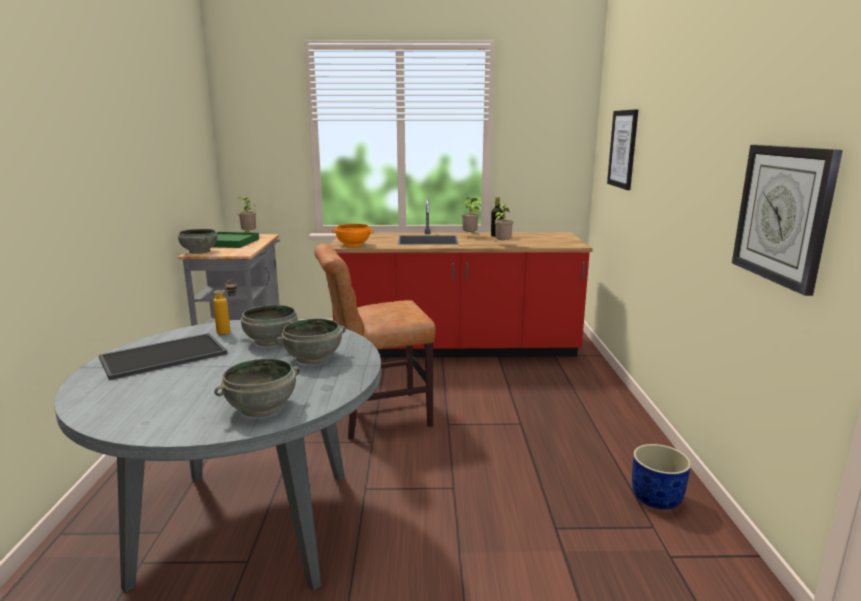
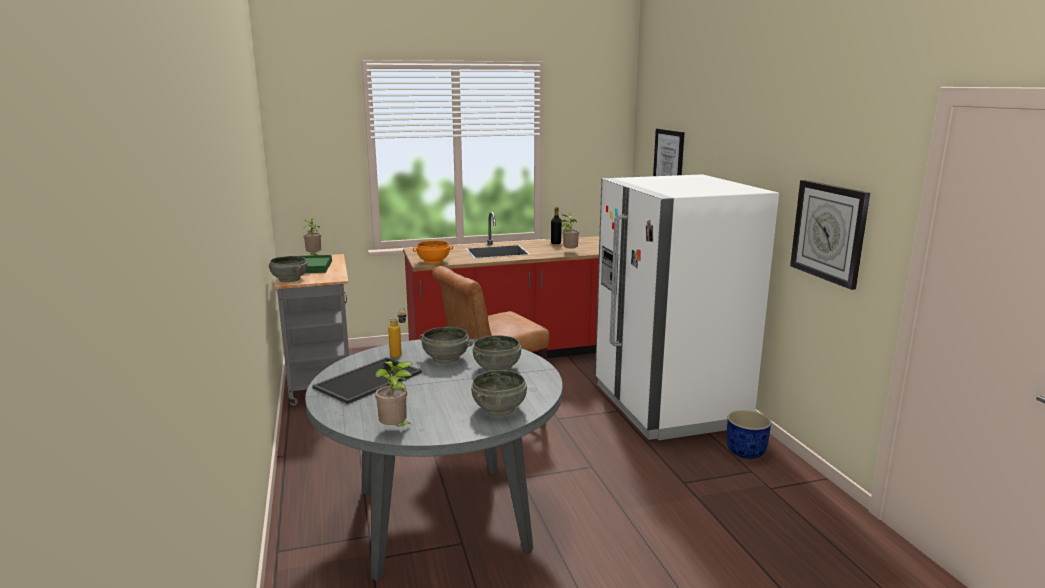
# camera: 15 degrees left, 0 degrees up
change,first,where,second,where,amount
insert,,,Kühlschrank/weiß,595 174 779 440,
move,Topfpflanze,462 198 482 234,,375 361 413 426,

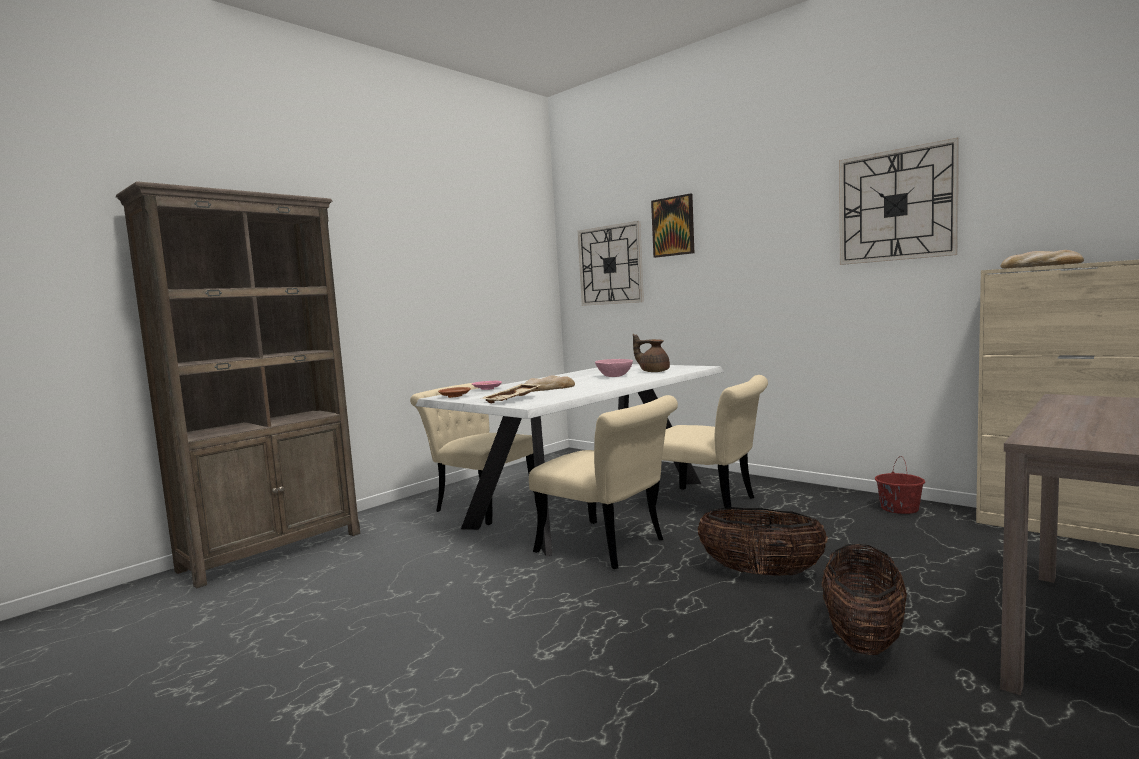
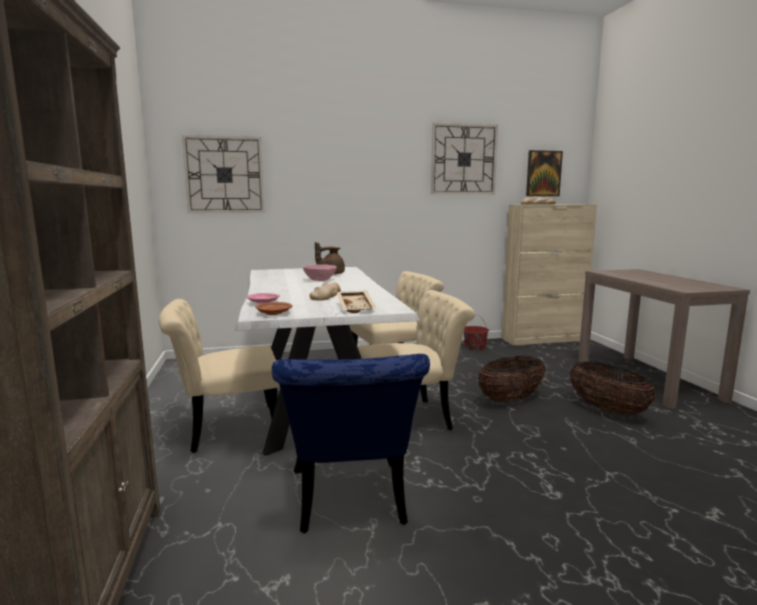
# camera: 55 degrees left, 5 degrees up
change,first,where,second,where,amount
insert,,,Stuhl/blau,272 354 430 534,
move,Bild,651 193 694 258,,526 150 563 196,

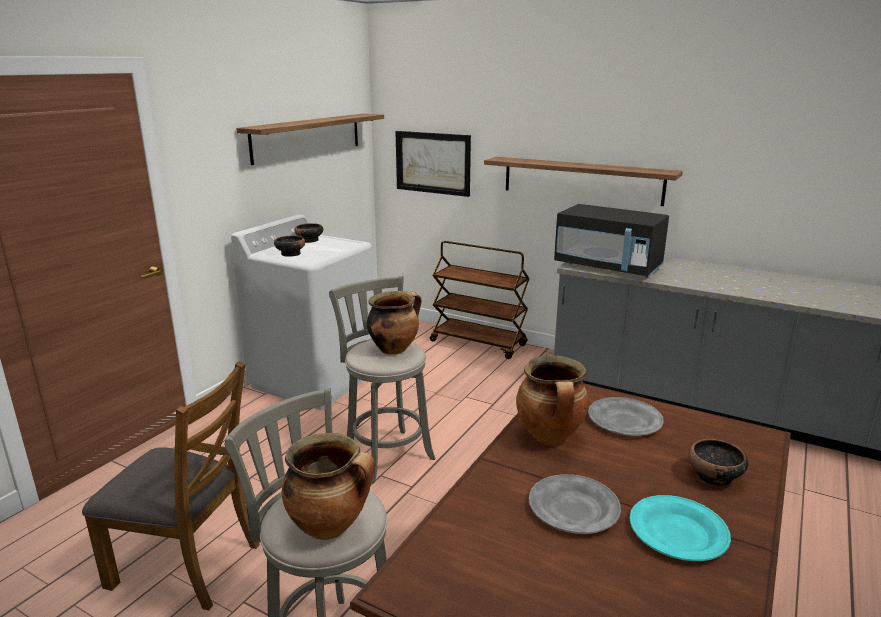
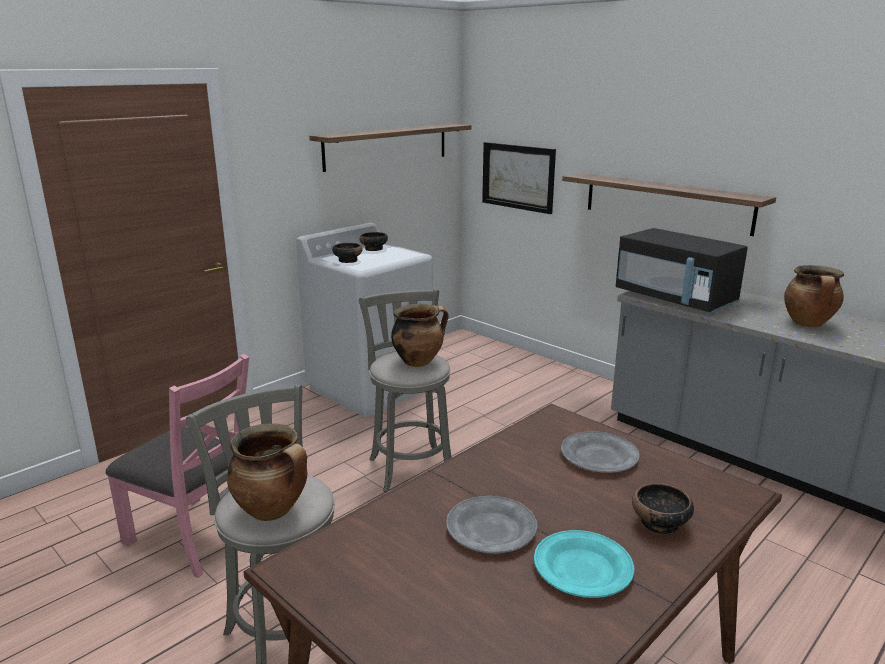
# camera: 15 degrees right, 0 degrees up
change,first,where,second,where,amount
delete,Rollwagen/braun,430 241 530 359,,,
move,Kochtopf,516 355 589 444,,784 265 844 327,
recolor,Stuhl/braun,82 361 260 611,Stuhl/rosa,106 354 249 578,

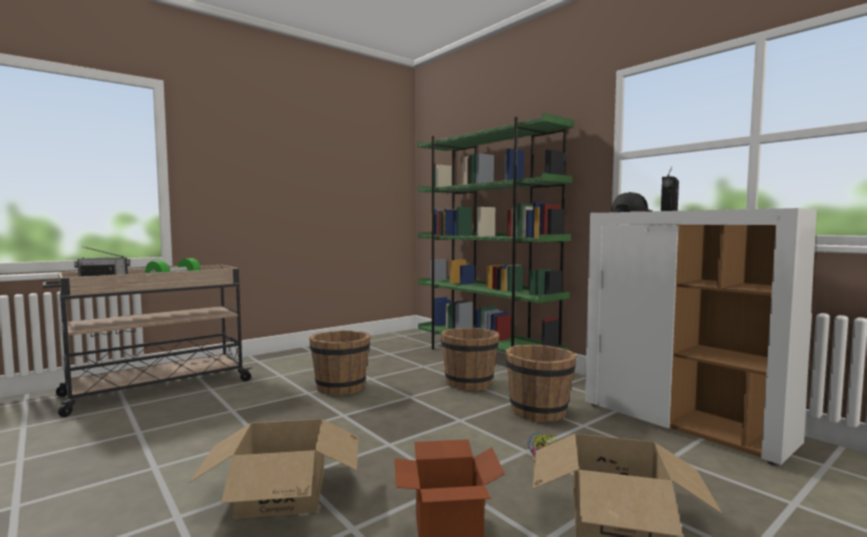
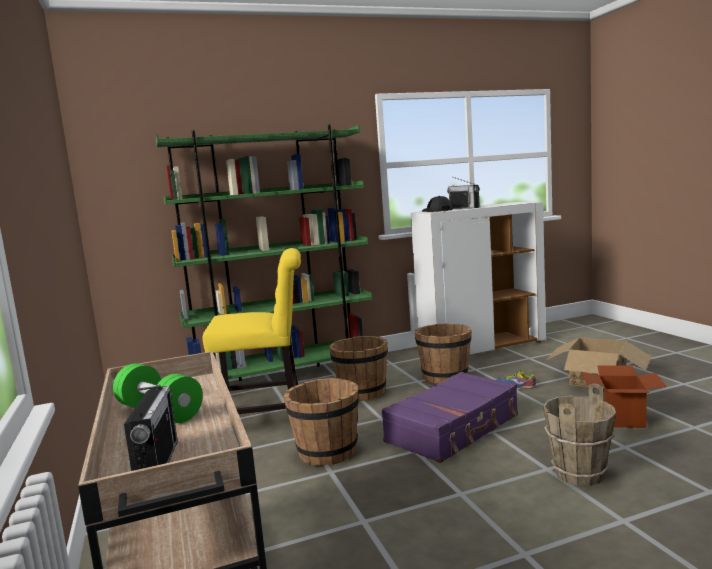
# camera: 70 degrees left, 5 degrees up
change,first,where,second,where,amount
insert,,,Stuhl/gelb,203 248 301 414,
insert,,,Koffer/lila,381 372 518 463,
replace,Karton,189 419 358 519,Eimer/braun,543 383 616 486,

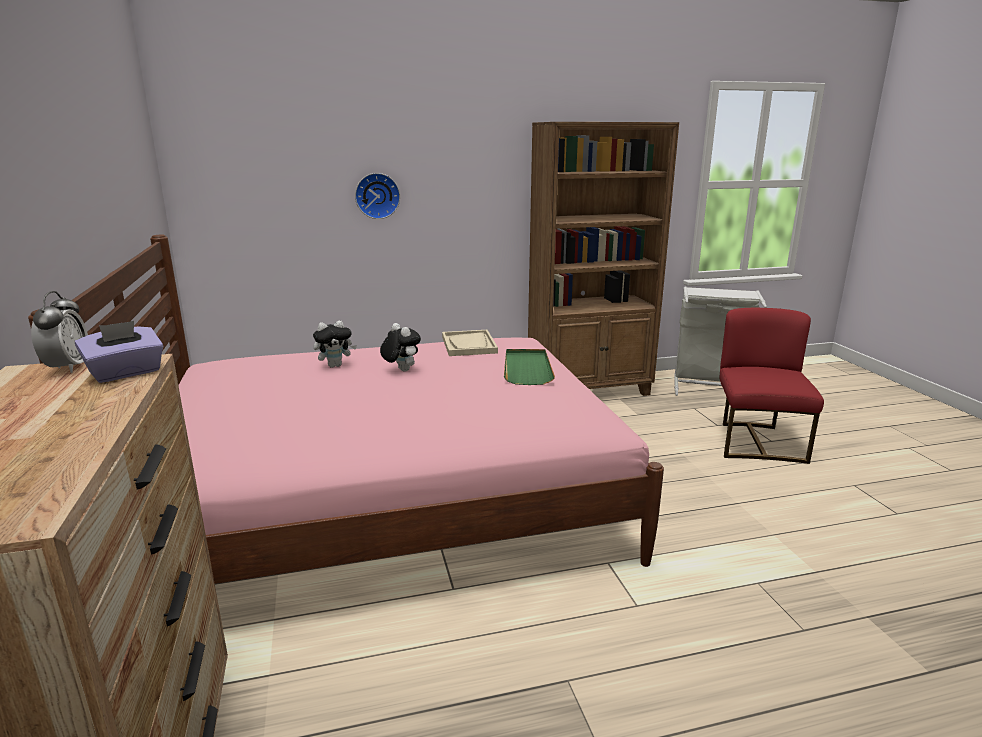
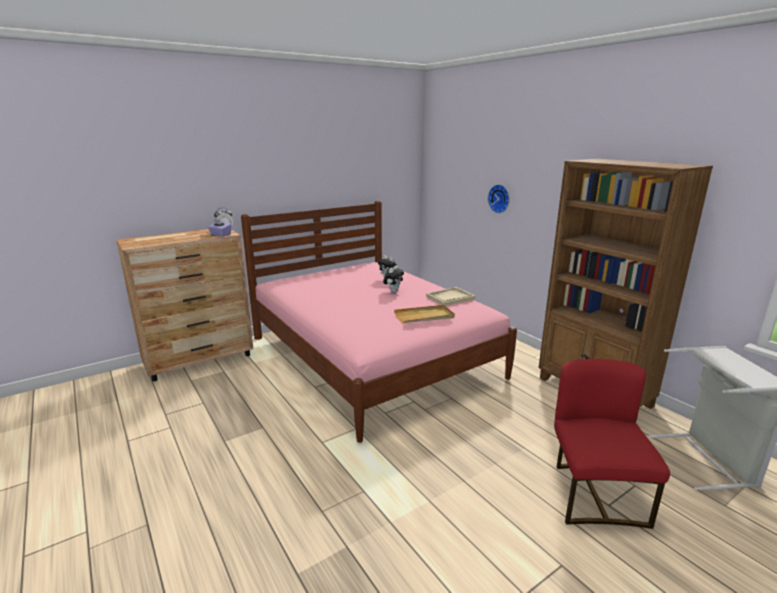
# camera: 70 degrees right, 0 degrees up
change,first,where,second,where,amount
recolor,Tablett/grün,504 349 555 385,Tablett/beige,394 305 455 323,
rotate,Stuhl/rot,720 308 824 464,,554 359 670 529,75 degrees counterclockwise

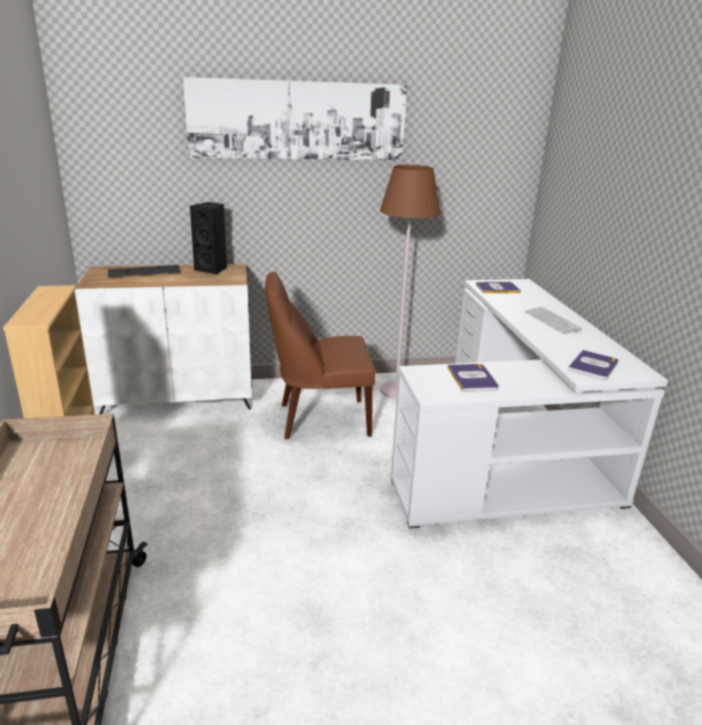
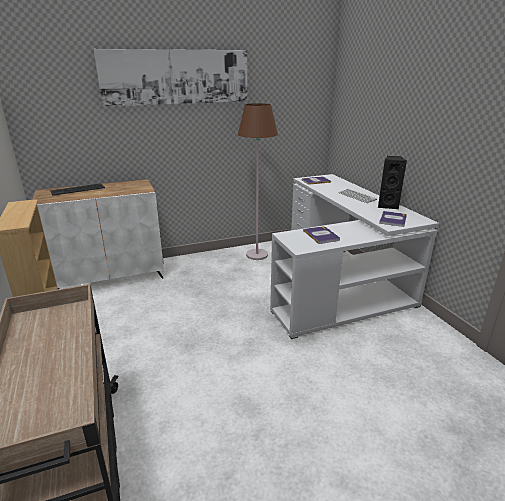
# camera: 10 degrees left, 0 degrees up
change,first,where,second,where,amount
delete,Stuhl/braun,265 272 375 439,,,
move,Lautsprecher/schwarz,189 202 227 274,,378 156 407 209,

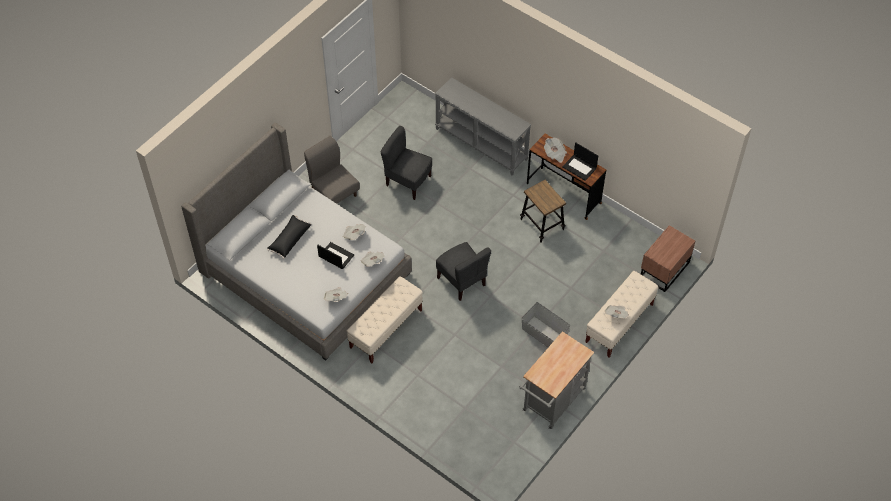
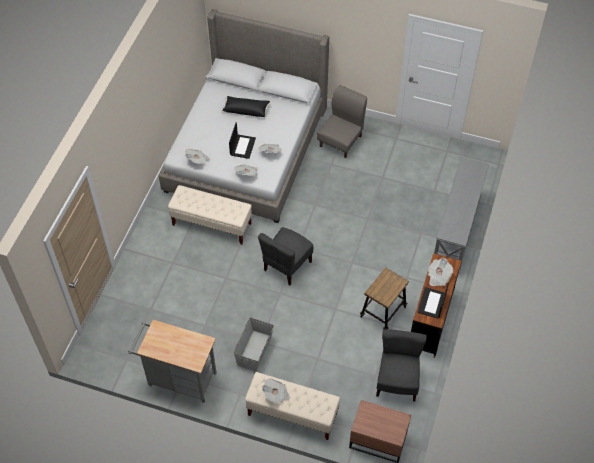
# camera: 70 degrees right, 0 degrees up
change,first,where,second,where,amount
move,Stuhl/grau,380 126 432 200,,376 329 427 402,

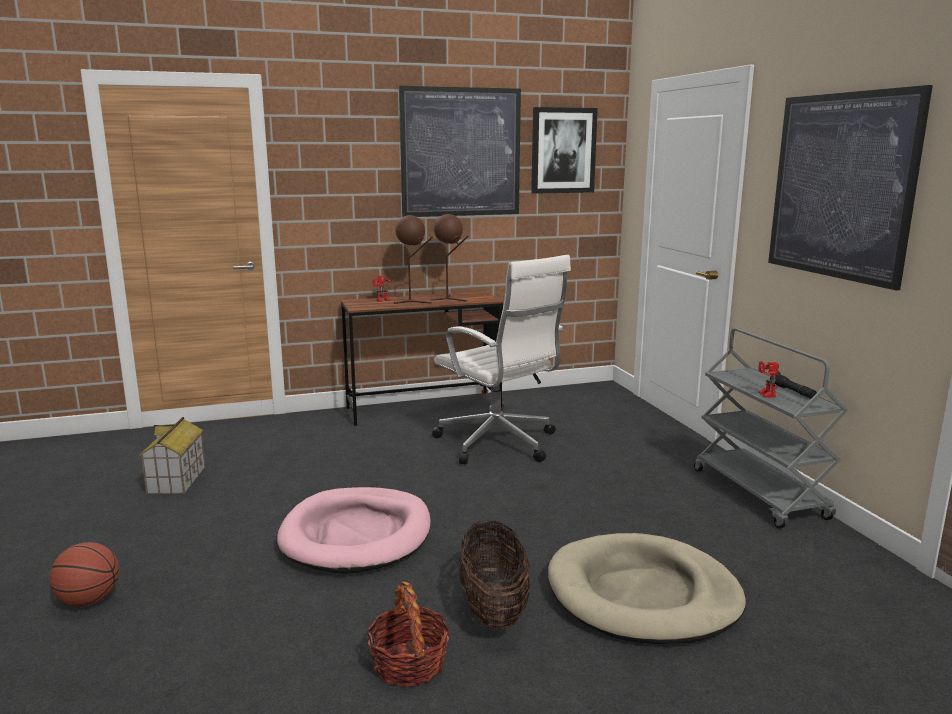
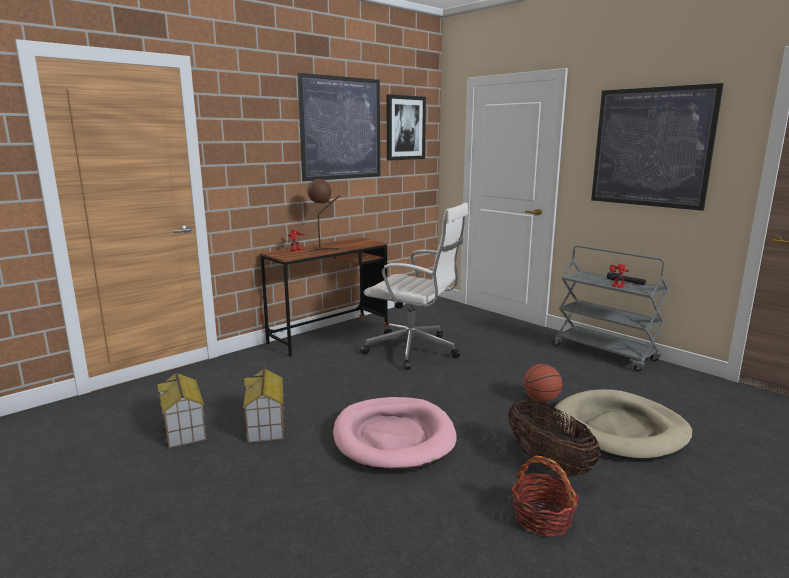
# camera: 25 degrees left, 0 degrees up
change,first,where,second,where,amount
delete,Tischlampe/braun,430 214 469 302,,,
insert,,,Spielzeughaus,243 367 285 443,
move,Basketball,49 542 119 607,,523 364 562 402,

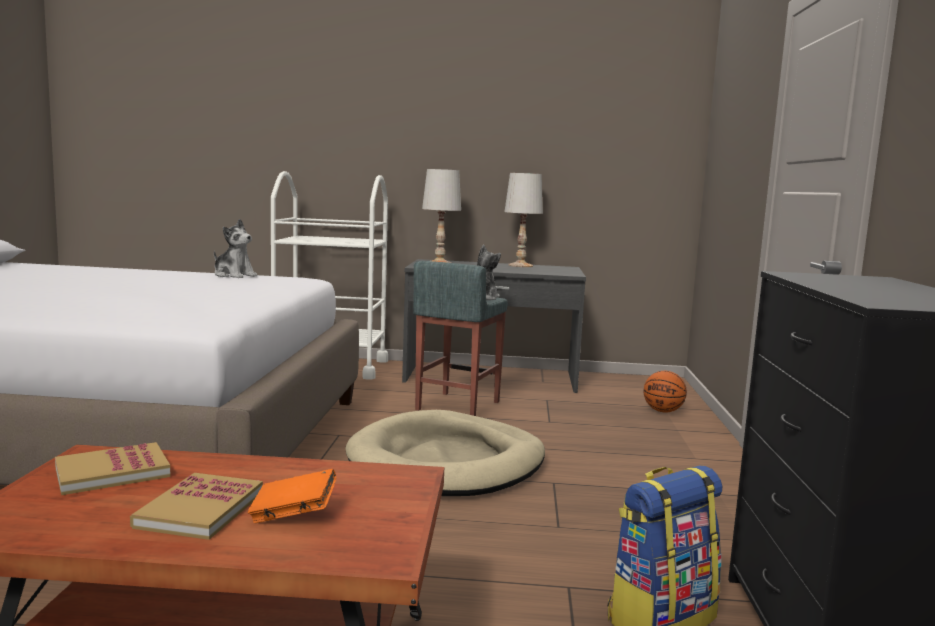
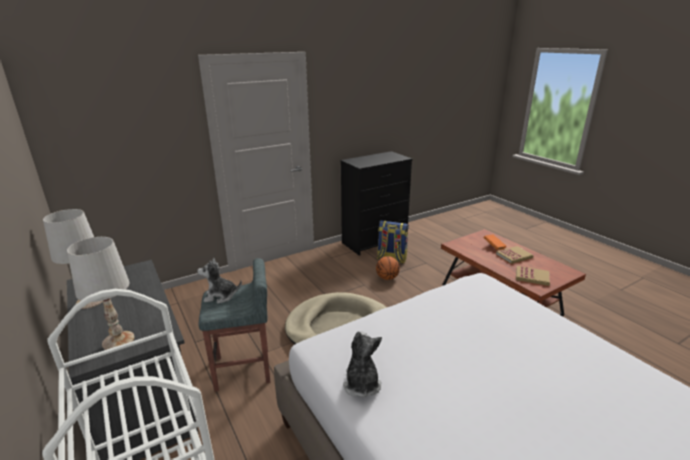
# camera: 125 degrees left, 15 degrees up
change,first,where,second,where,amount
move,Basketball,644 371 687 412,,376 256 400 280,

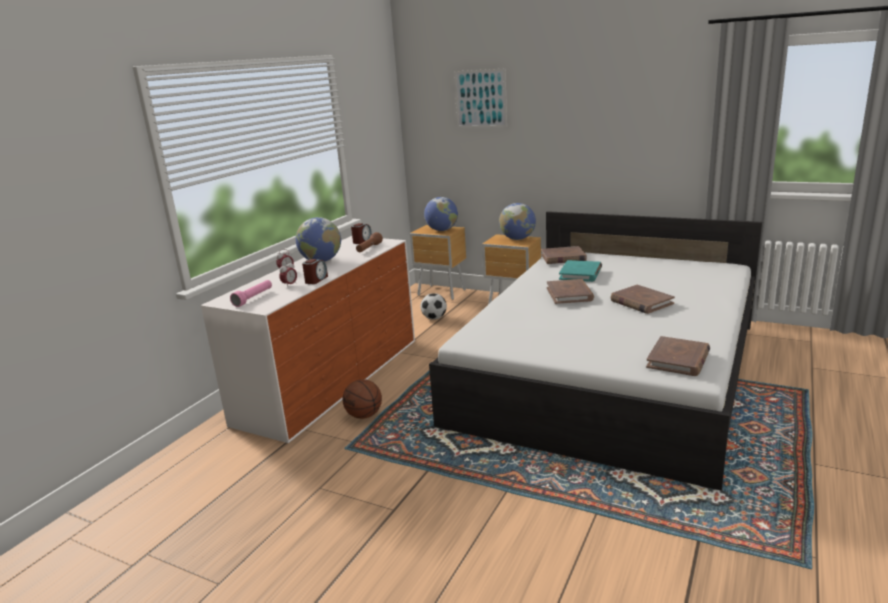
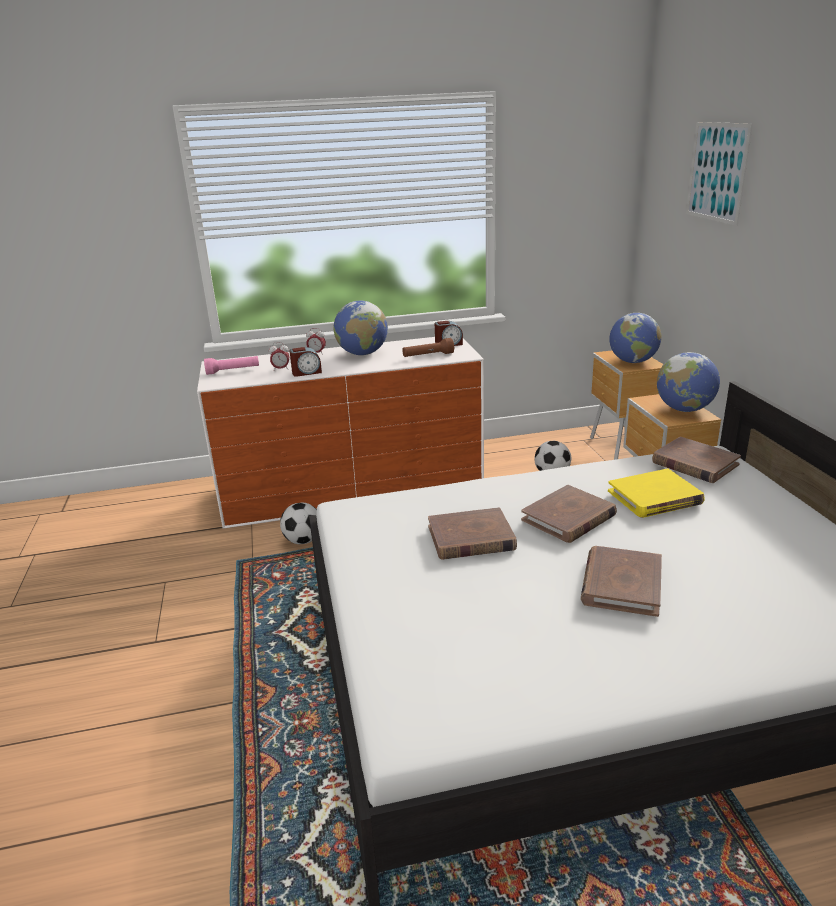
# camera: 50 degrees right, 5 degrees up
change,first,where,second,where,amount
move,Buch/braun,646 336 710 376,,428 507 517 560,
replace,Basketball,343 379 382 419,Fußball,280 503 317 544,
recolor,Buch/türkis,559 260 602 282,Buch/gelb,608 468 705 518,

